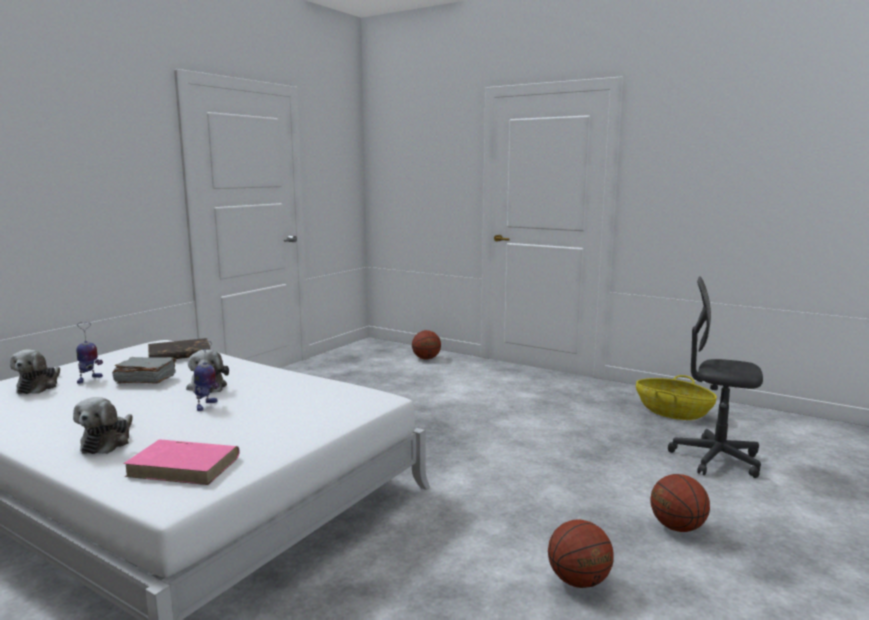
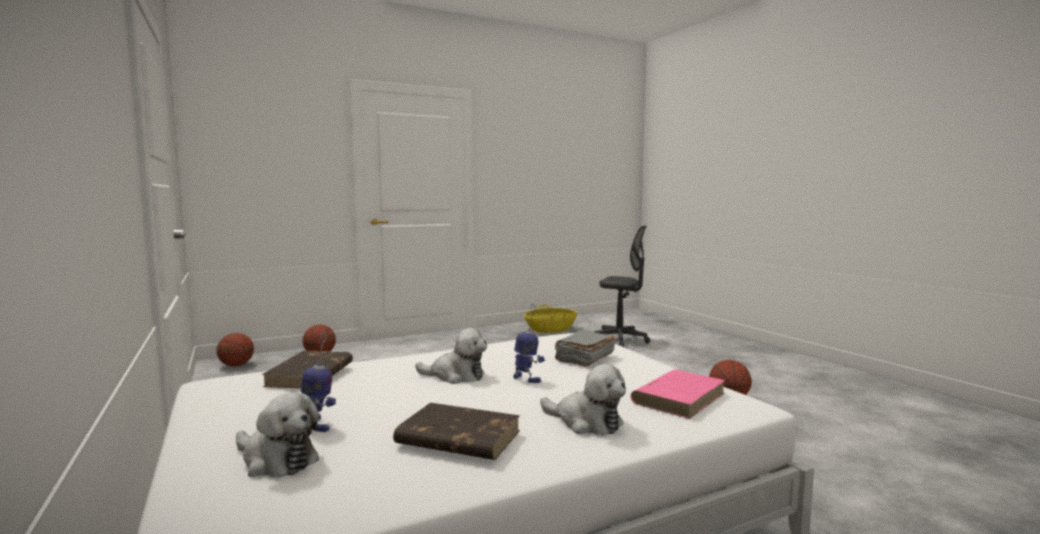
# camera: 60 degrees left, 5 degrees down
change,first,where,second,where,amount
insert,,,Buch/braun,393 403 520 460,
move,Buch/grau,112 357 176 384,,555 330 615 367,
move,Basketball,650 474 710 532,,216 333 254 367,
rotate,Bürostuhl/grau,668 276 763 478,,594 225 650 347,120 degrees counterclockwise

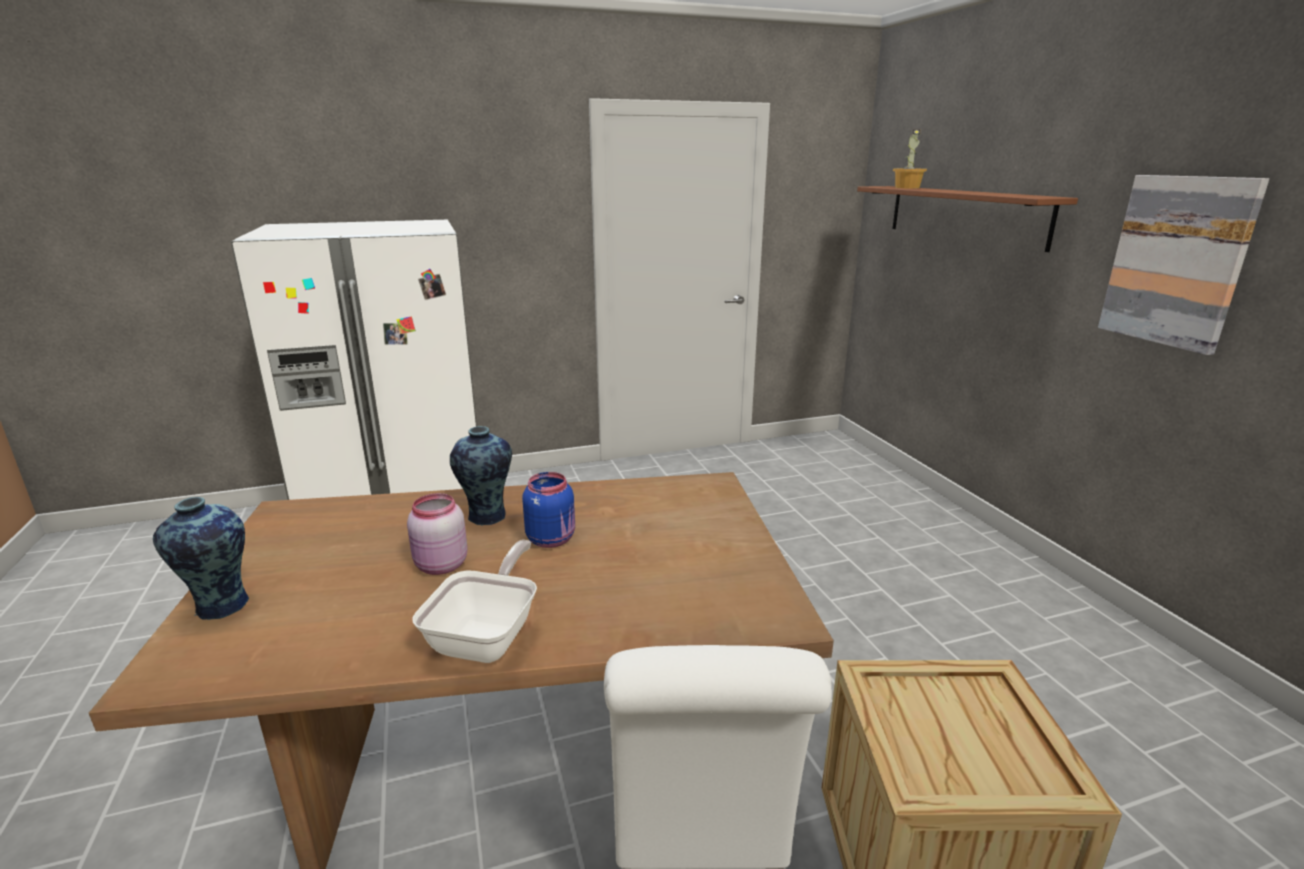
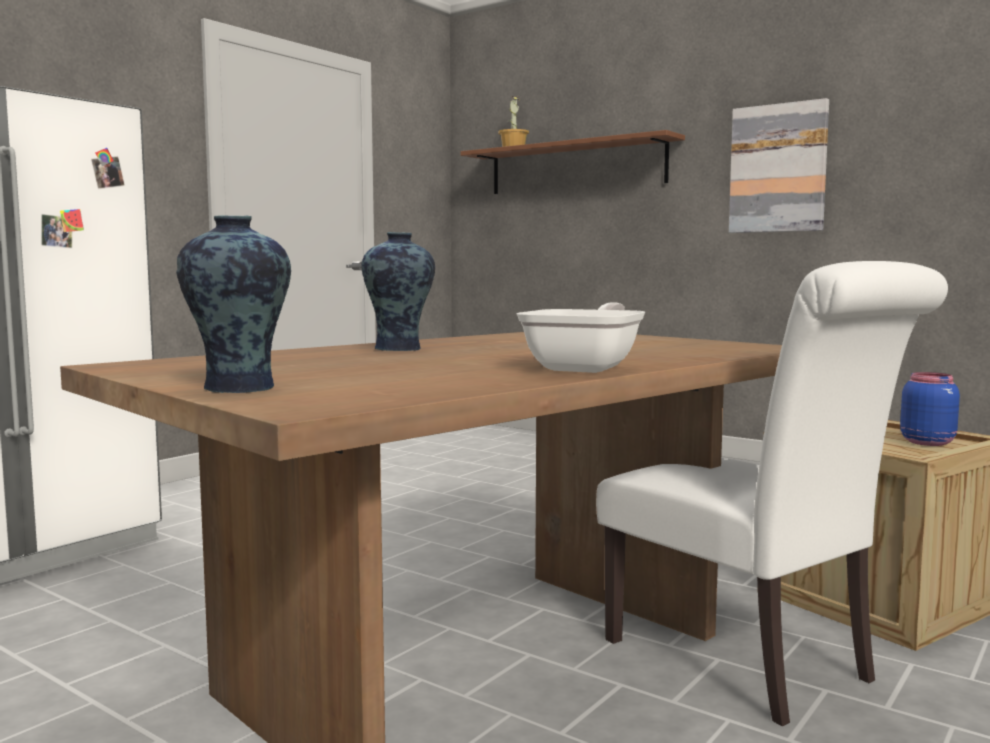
# camera: 35 degrees left, 15 degrees down
change,first,where,second,where,amount
delete,Vorratsglas/rosa,407 493 467 575,,,
move,Vorratsglas/blau,522 472 575 548,,900 372 960 446,
rotate,Pfanne,412 540 537 663,,517 303 645 373,45 degrees clockwise

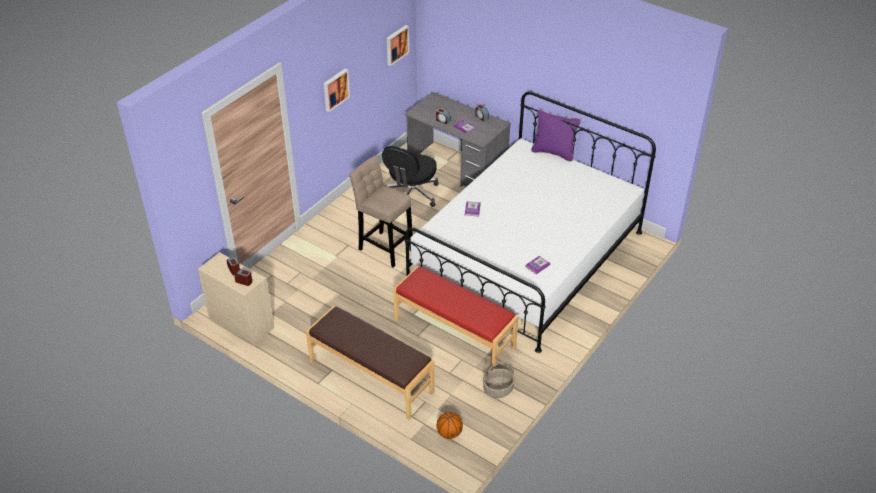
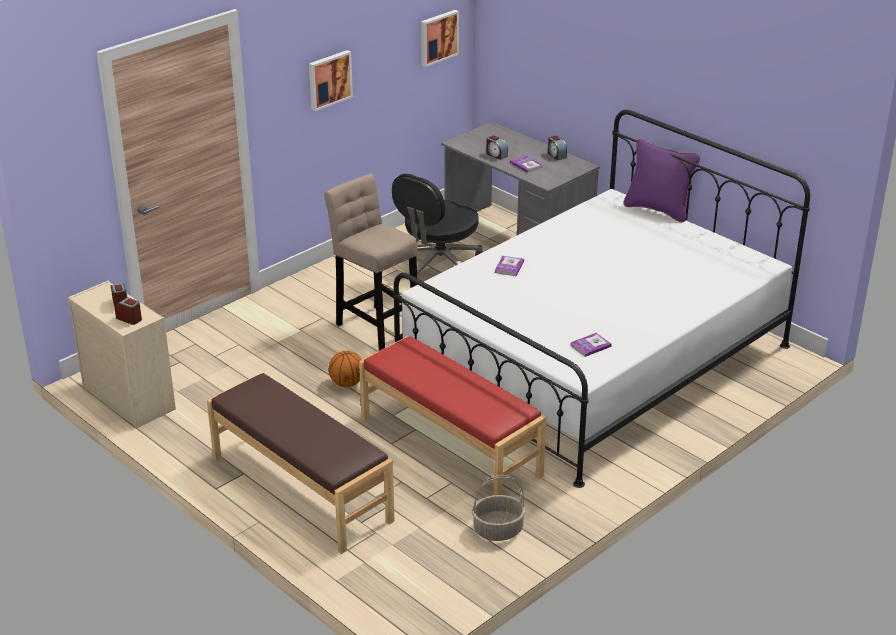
# camera: 10 degrees right, 10 degrees down
change,first,where,second,where,amount
move,Basketball,436 412 463 439,,328 351 362 387,

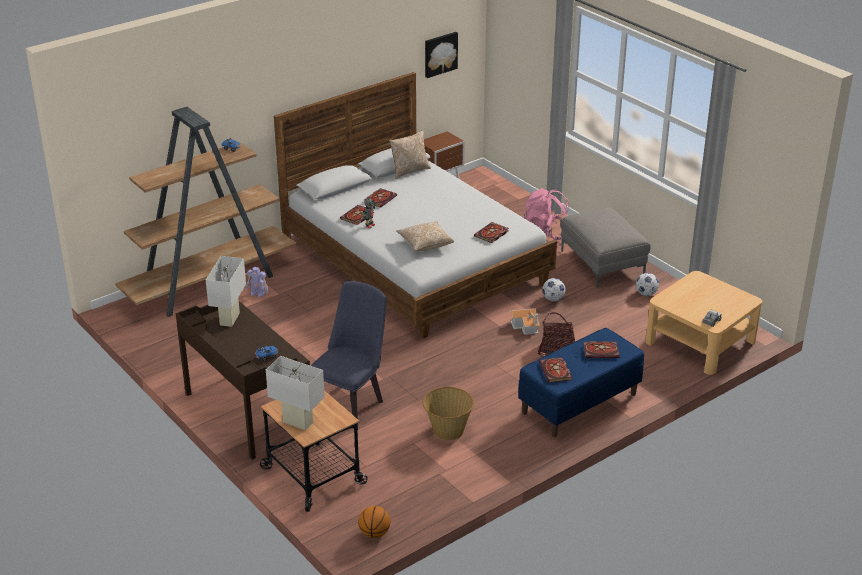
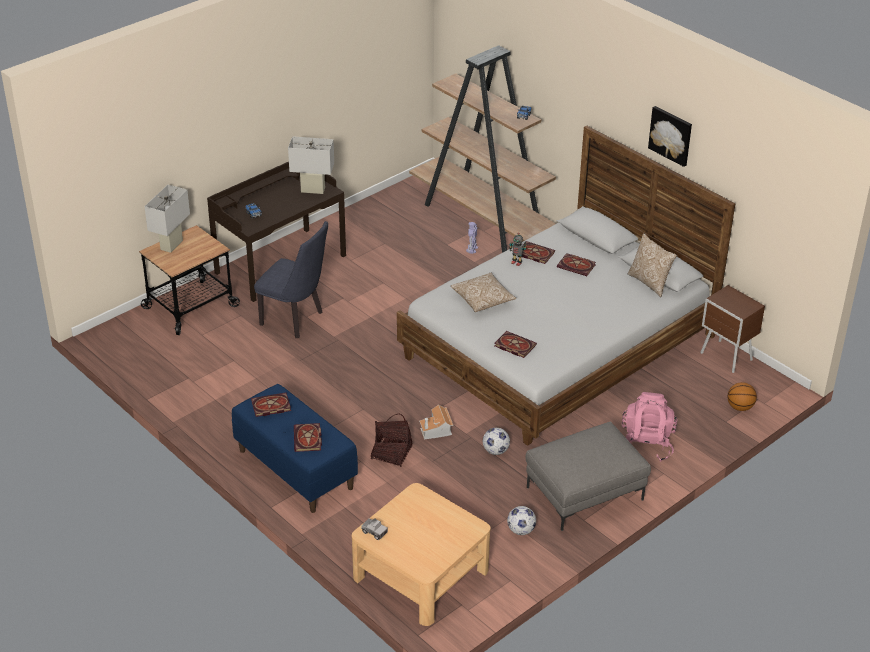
# camera: 85 degrees right, 5 degrees up
change,first,where,second,where,amount
delete,Korb,423 387 474 440,,,
move,Basketball,359 506 390 538,,727 382 757 411,
move,Bild,425 32 458 78,,648 106 692 167,

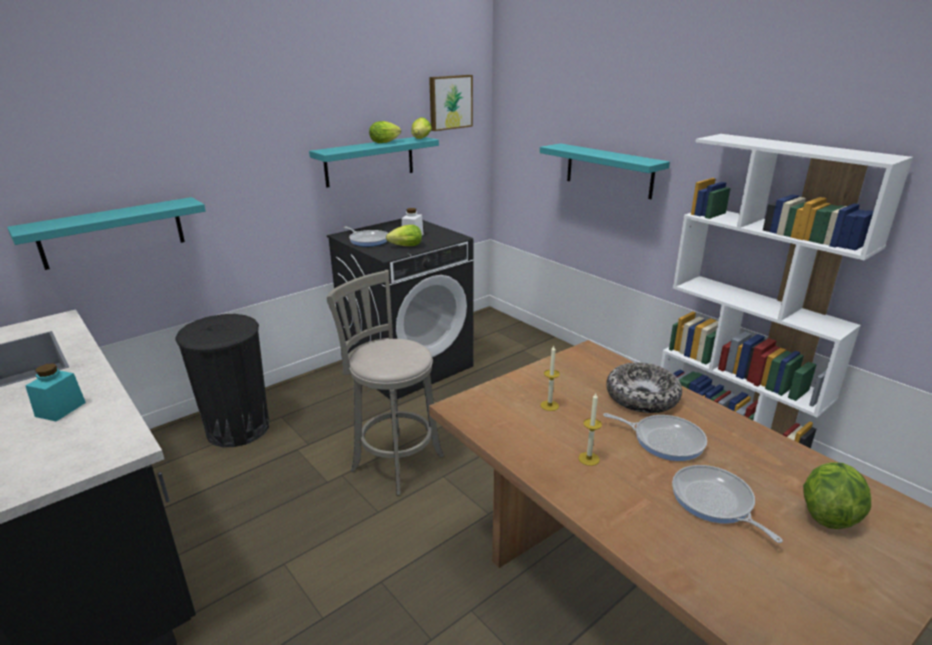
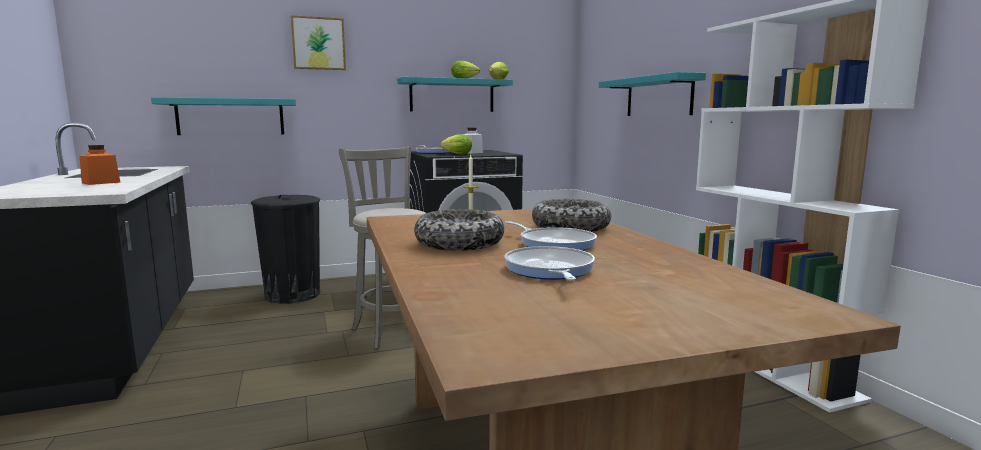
# camera: 20 degrees right, 15 degrees down
change,first,where,second,where,amount
delete,Salatkopf,803 462 871 529,,,
move,Bild,429 75 473 131,,291 15 346 70,
replace,Kerze,578 393 602 466,Schüssel,414 209 504 251,
recolor,Vorratsglas/türkis,25 363 86 422,Vorratsglas/orange,80 145 120 185,

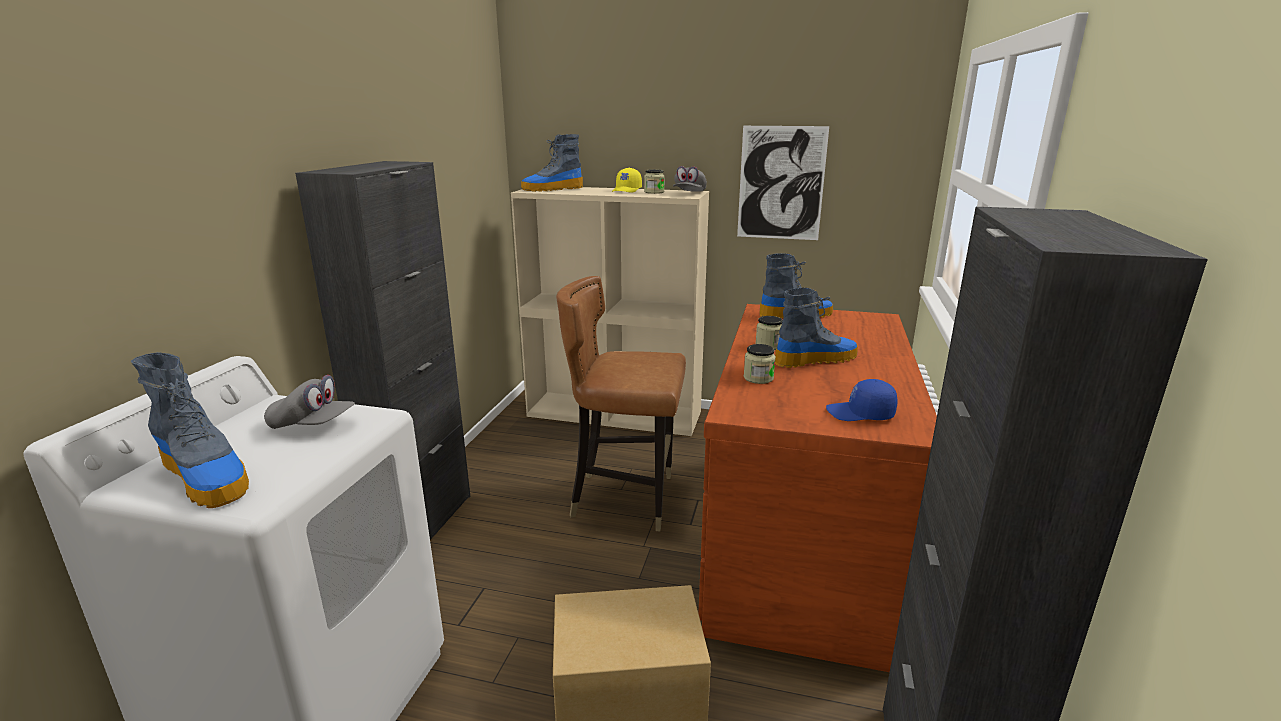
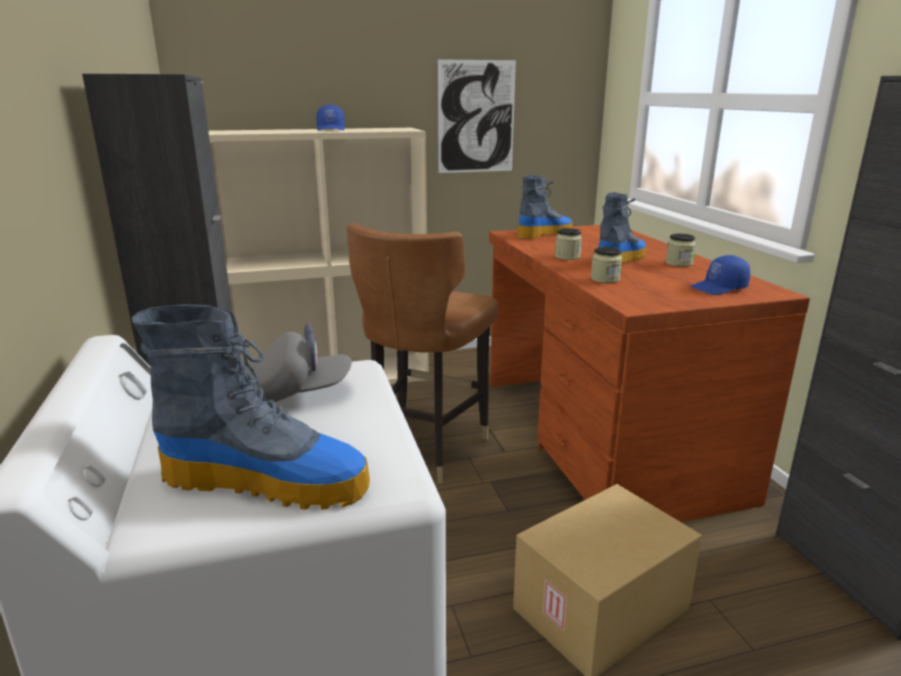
# camera: 30 degrees left, 0 degrees up
change,first,where,second,where,amount
delete,Stiefel,521 134 583 192,,,
delete,Kappe/grau,673 166 707 192,,,
move,Vorratsglas,644 169 665 194,,666 234 696 267,
recolor,Kappe/gelb,612 168 642 193,Kappe/blau,316 104 345 130,
rotate,Stuhl/braun,556 276 686 531,,347 223 498 484,45 degrees counterclockwise

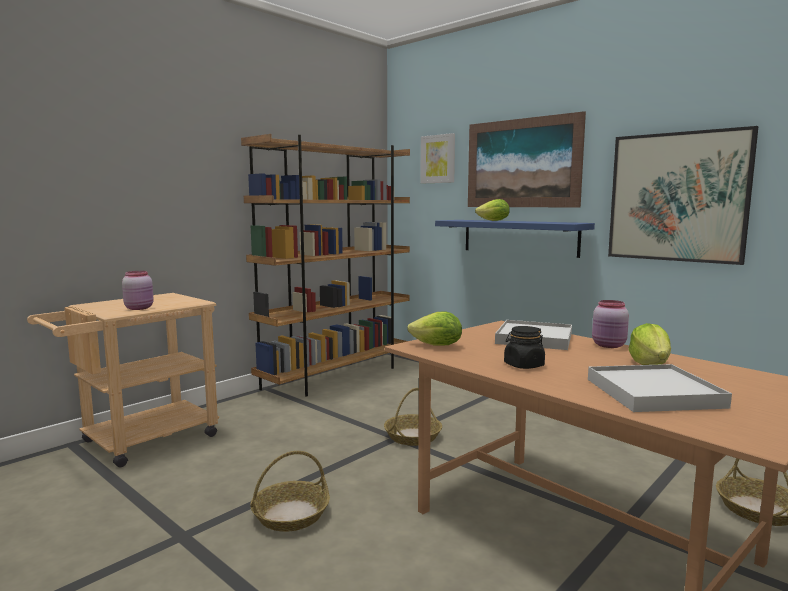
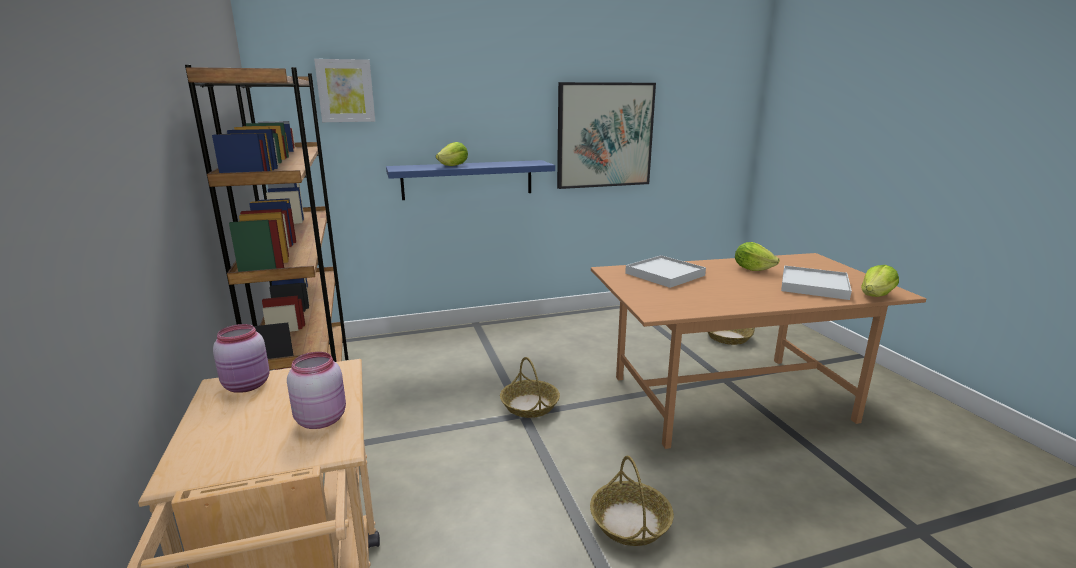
# camera: 60 degrees left, 10 degrees up
change,first,where,second,where,amount
delete,Bild,468 111 586 208,,,
delete,Vorratsglas/schwarz,504 326 545 369,,,
move,Salatkopf,407 312 462 346,,861 265 899 297,
move,Vorratsglas/rosa,592 300 629 348,,213 324 270 393,

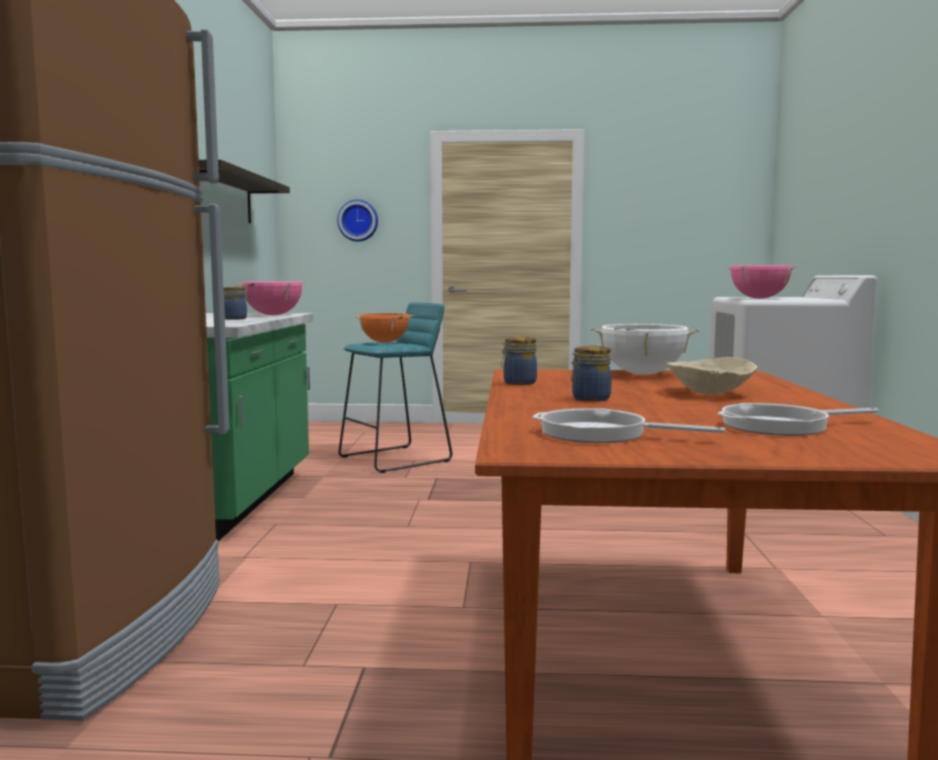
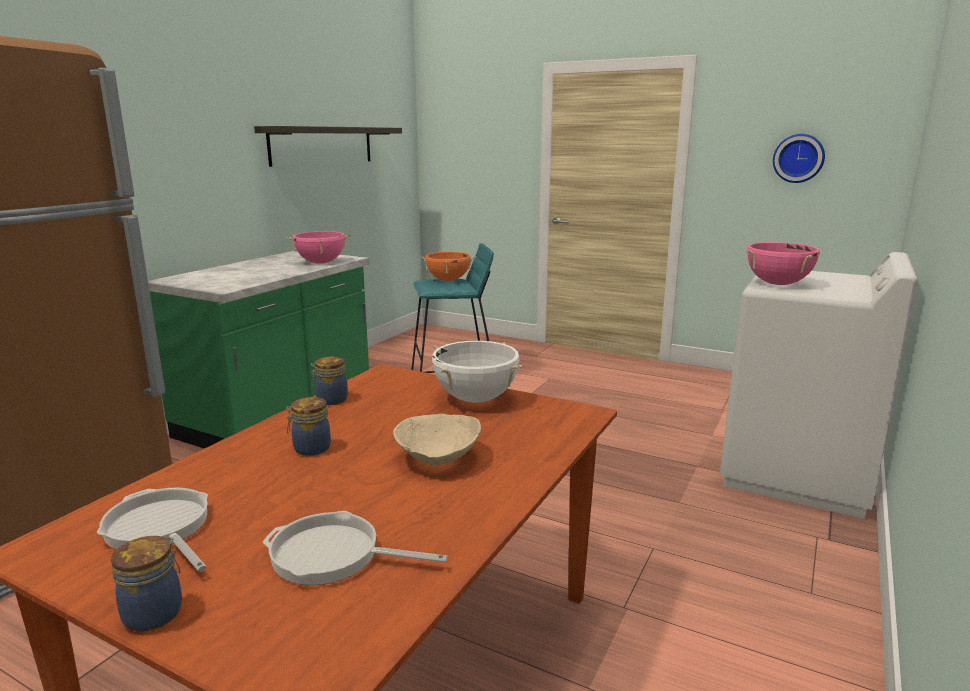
# camera: 25 degrees right, 10 degrees up
change,first,where,second,where,amount
move,Vorratsglas,224 286 247 320,,111 536 182 631,
move,Wanduhr,337 200 378 242,,773 134 825 183,

